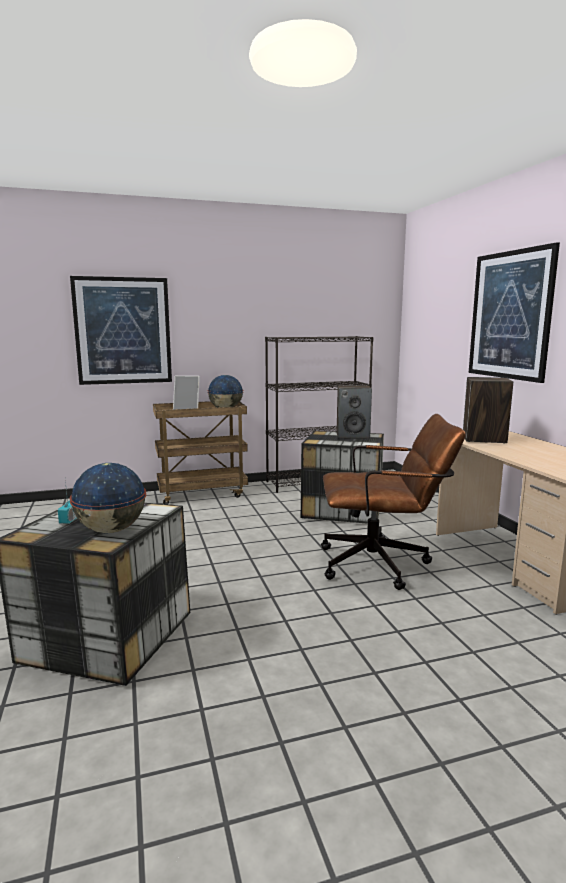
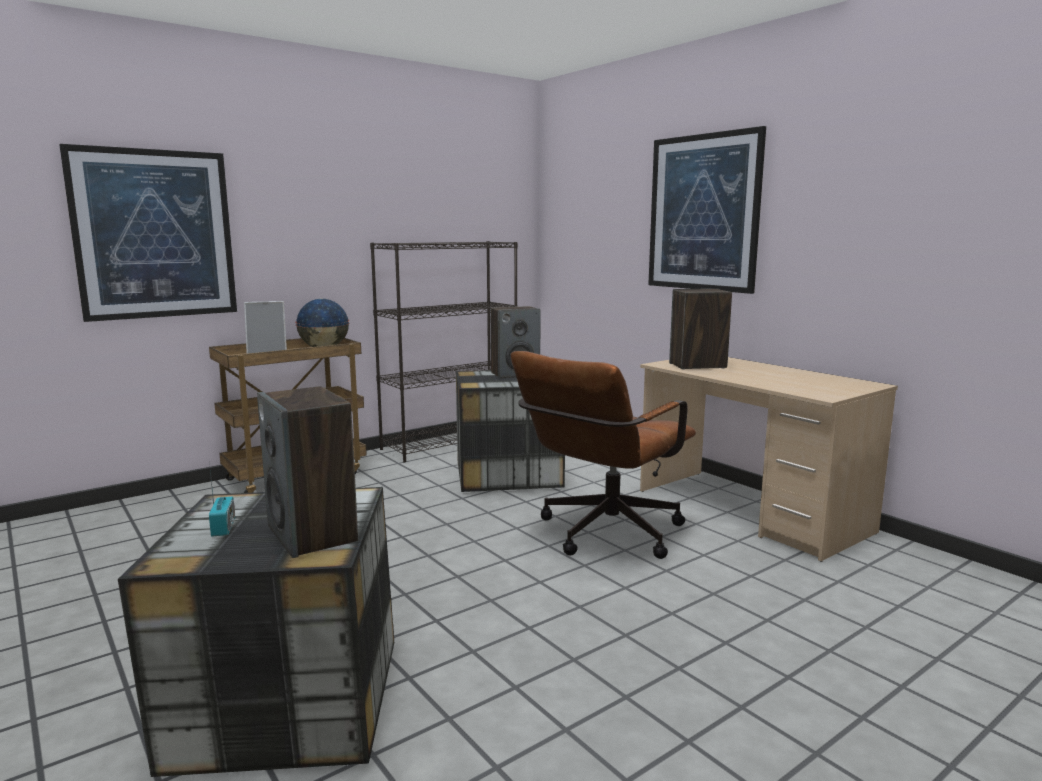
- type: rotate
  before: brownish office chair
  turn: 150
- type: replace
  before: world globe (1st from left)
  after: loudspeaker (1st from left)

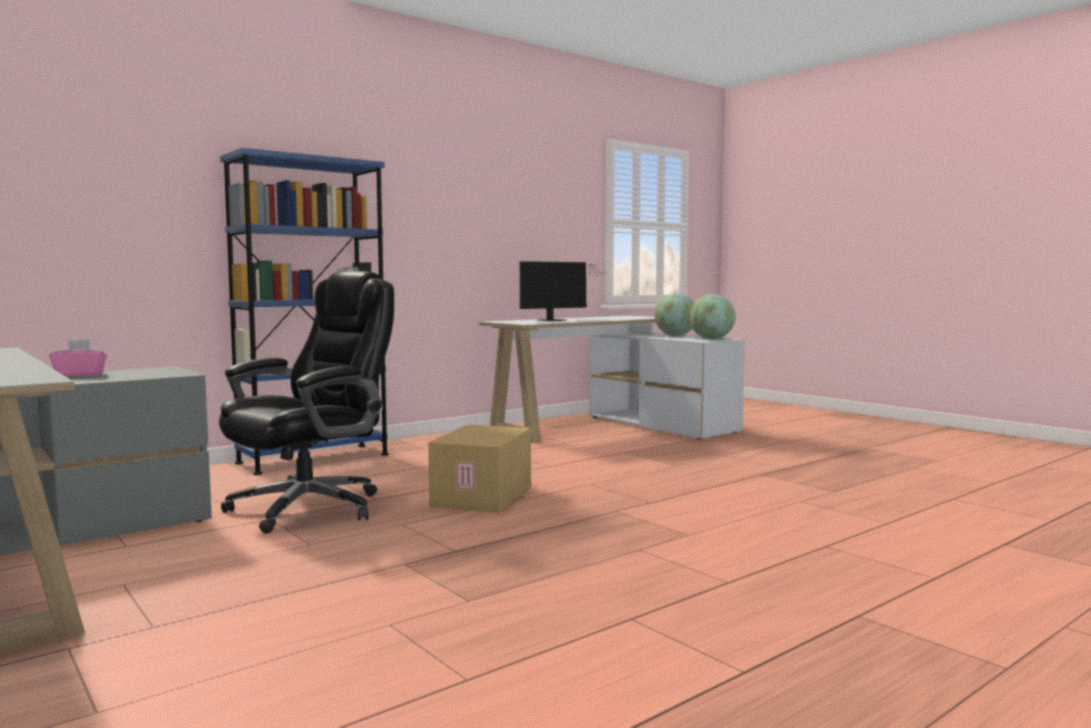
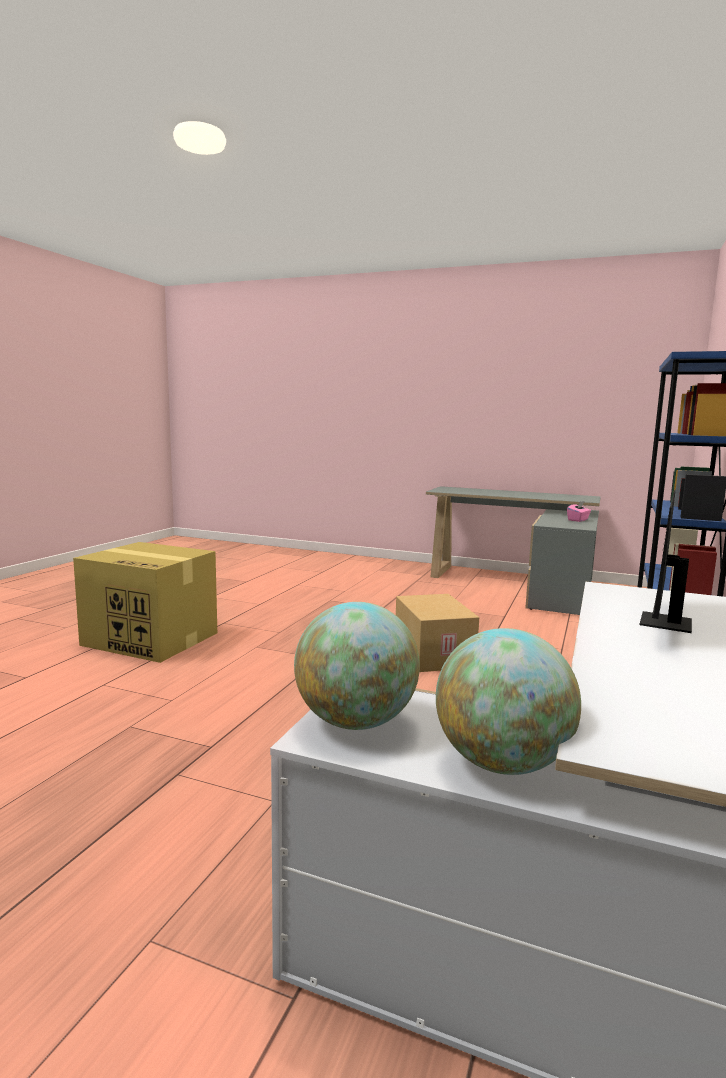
- type: delete
  before: black-coloured office chair
- type: insert
  after: packing box (1st from left)

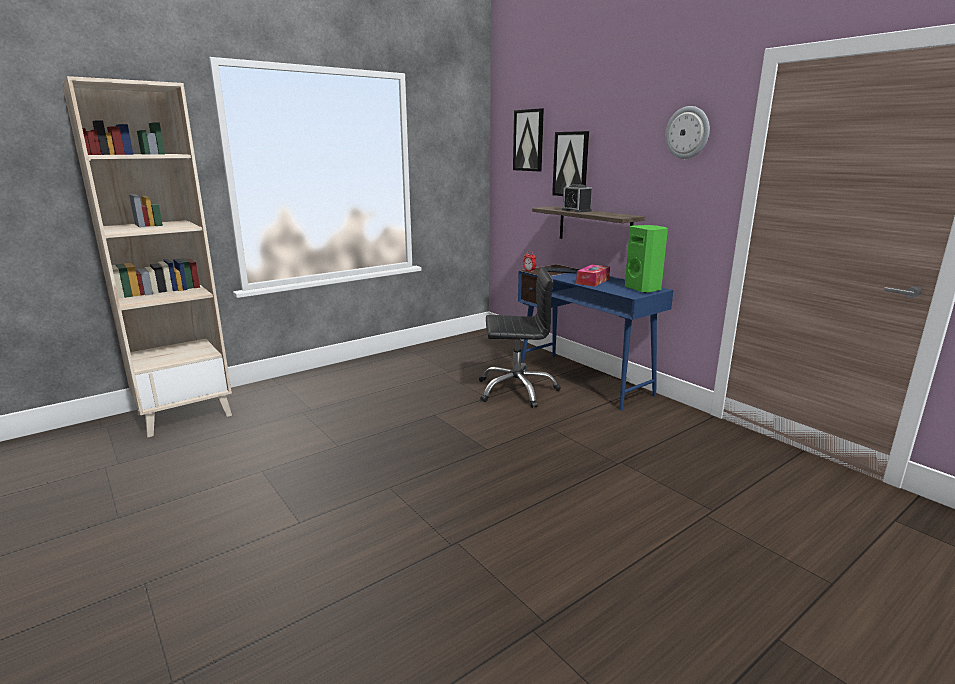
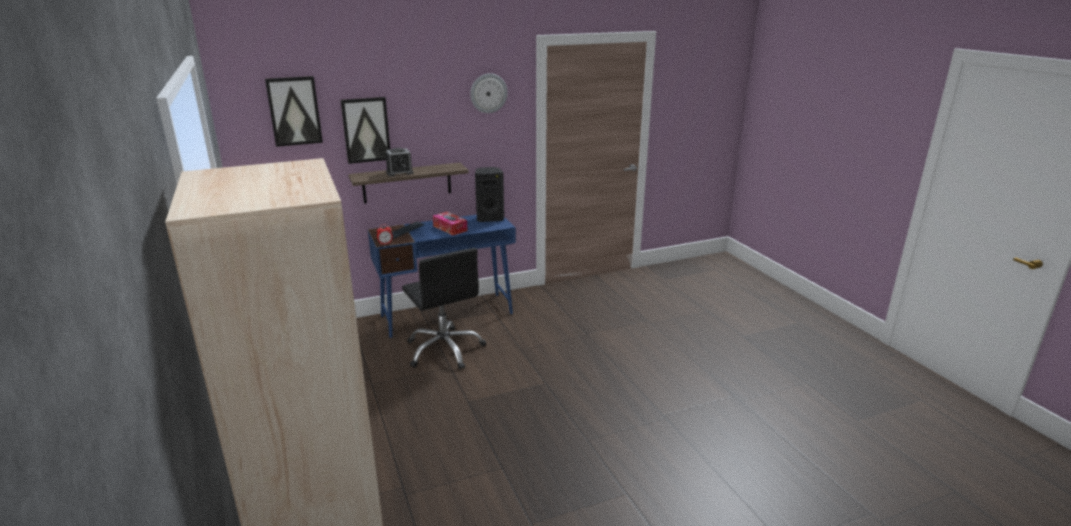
- type: recolor
  before: green-coloured loudspeaker
  after: black-coloured loudspeaker
- type: rotate
  before: black-coloured office chair
  turn: 135

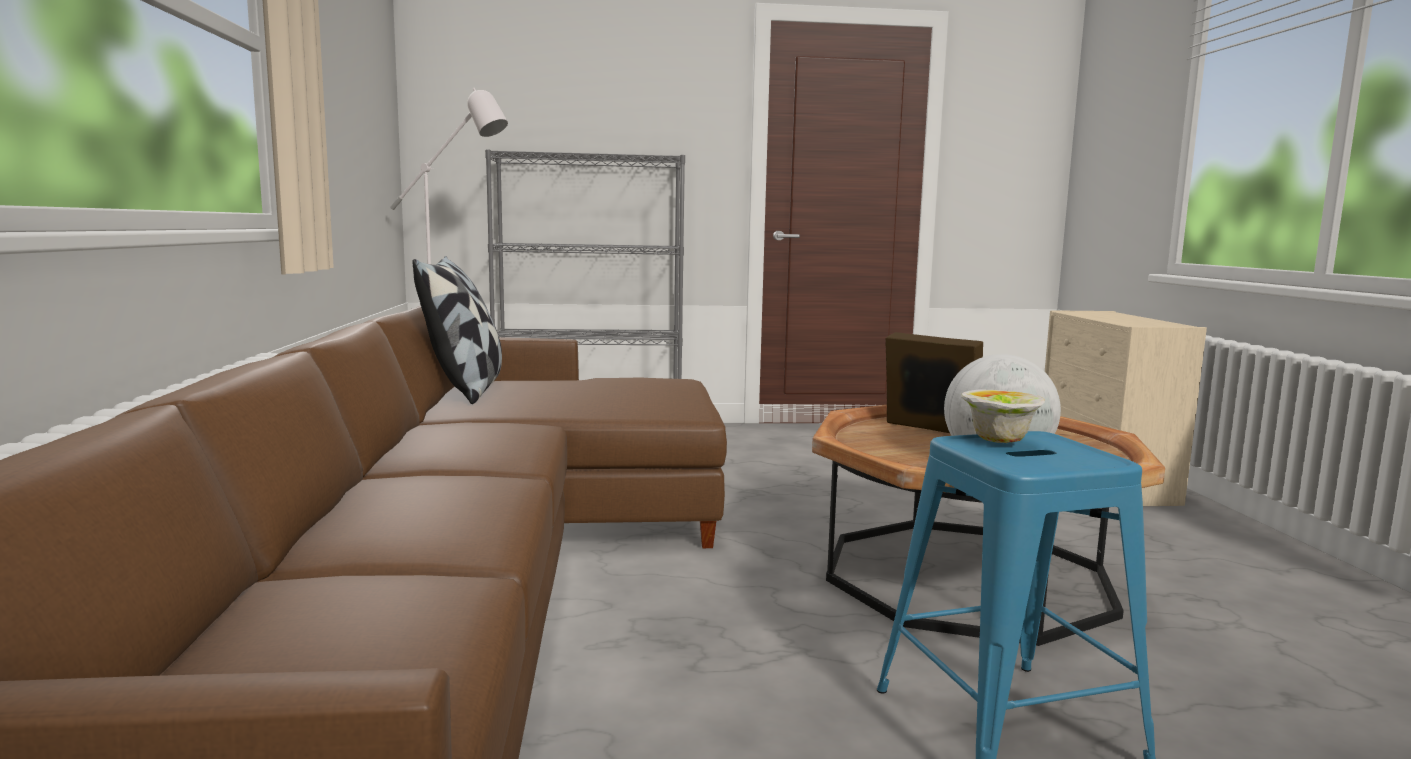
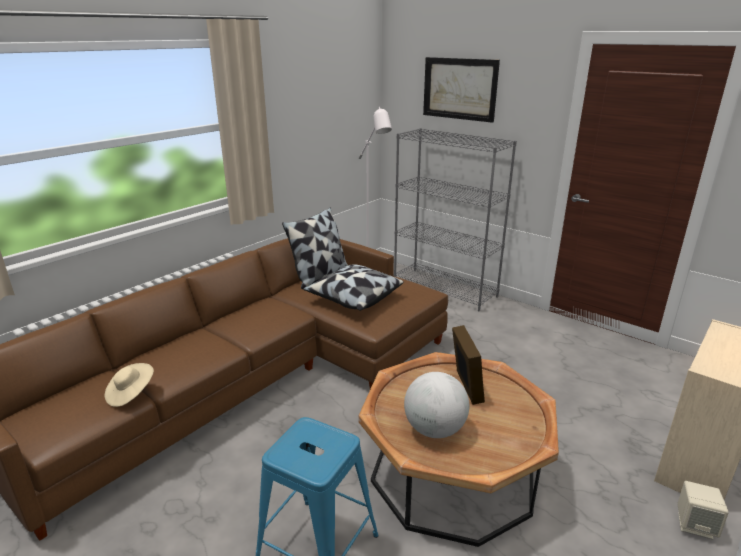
- type: delete
  before: serving bowl
- type: insert
  after: wall art
- type: insert
  after: cushion (2nd from left)
- type: insert
  after: beige-coloured clothing hat
- type: insert
  after: beige-coloured loudspeaker

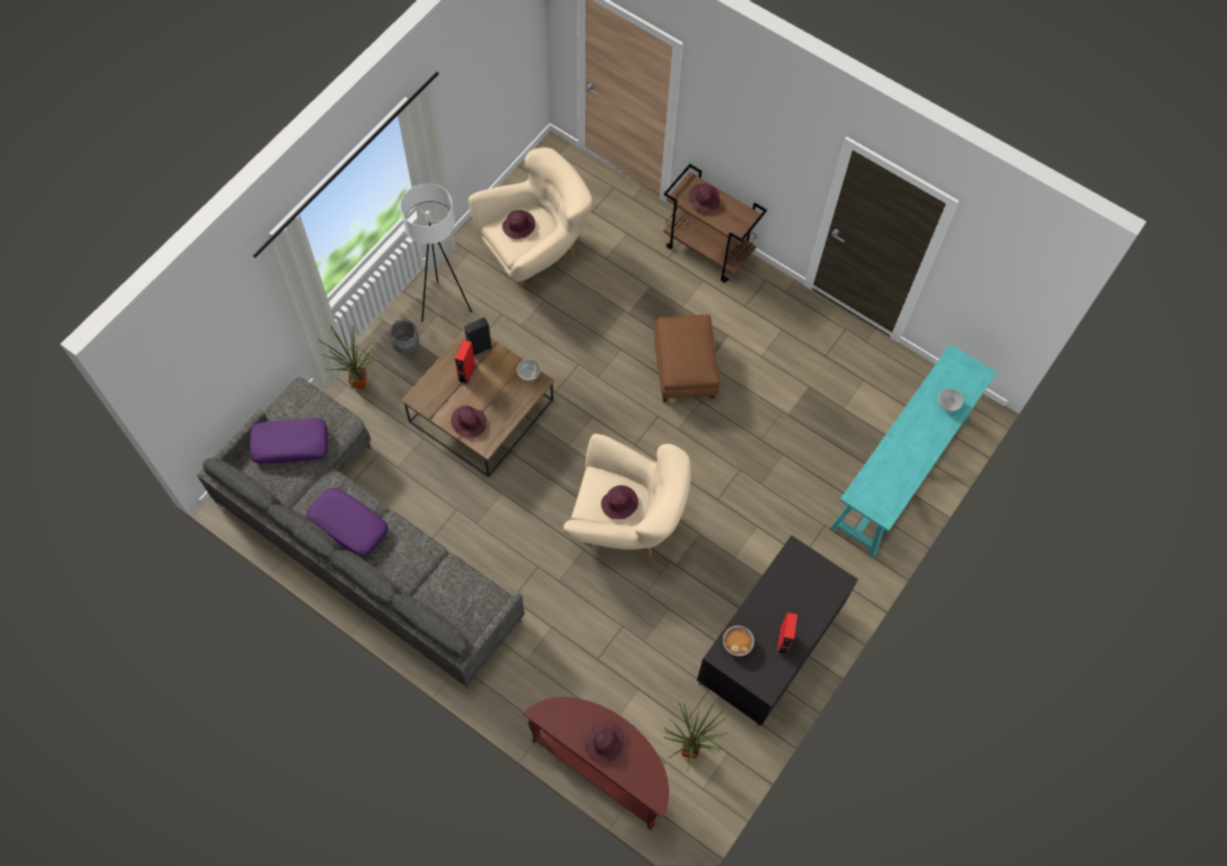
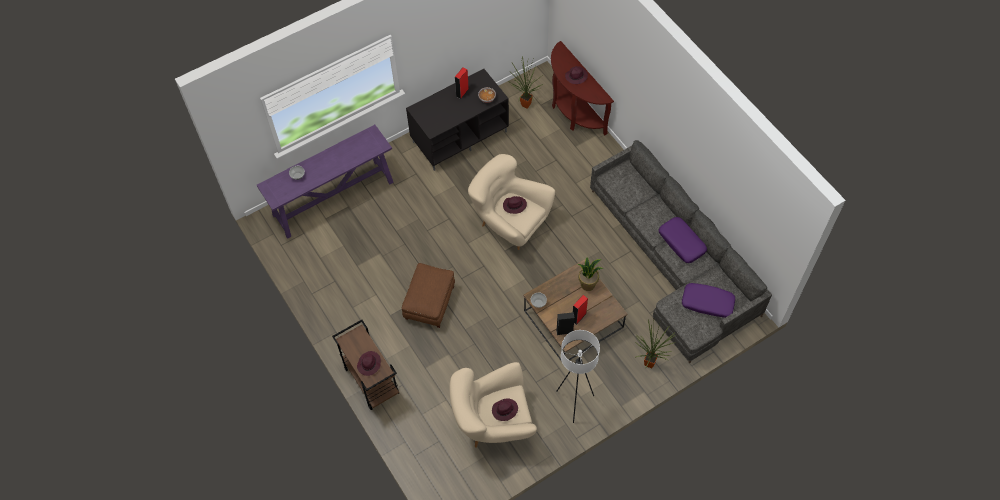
- type: delete
  before: gray plant pot
- type: recolor
  before: turquoise hall table
  after: purple-coloured hall table
- type: replace
  before: purple-coloured clothing hat (1st from left)
  after: potted plant (2nd from left)

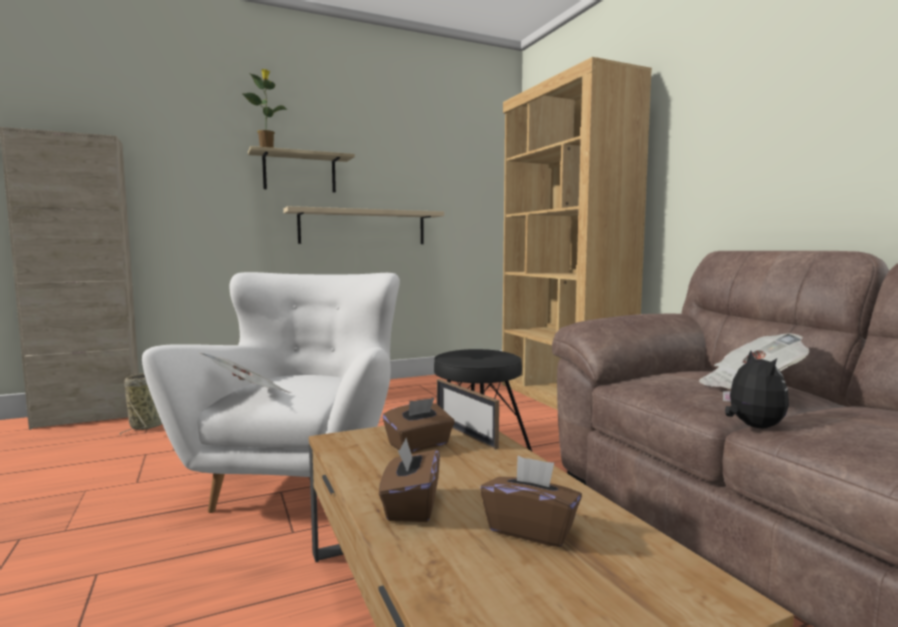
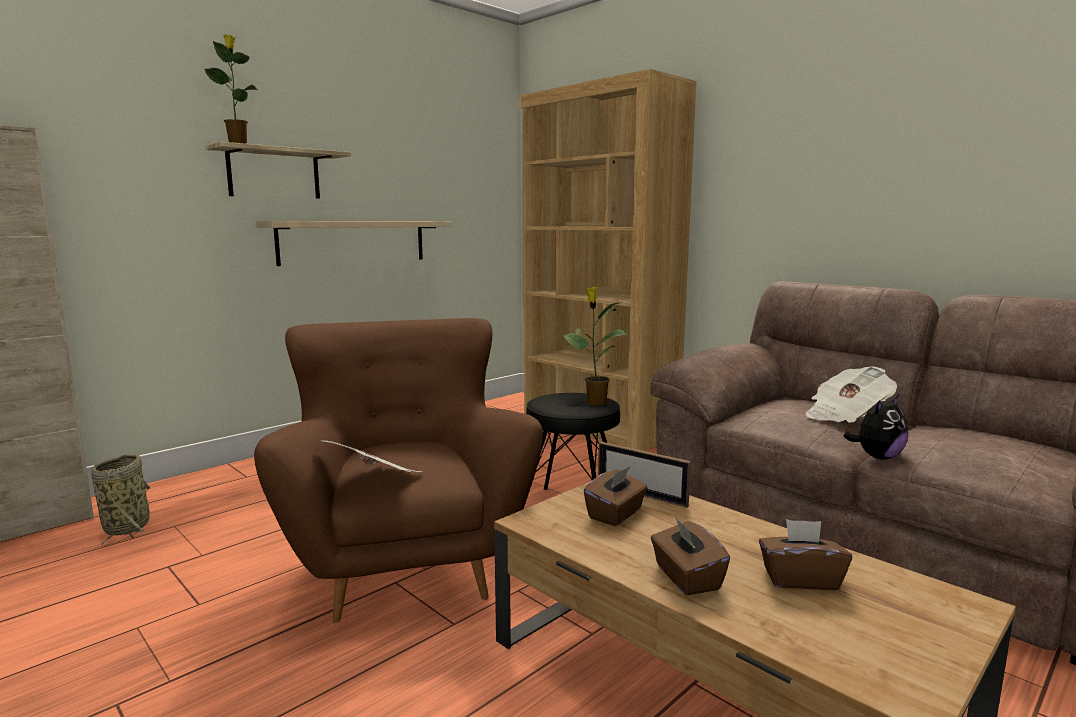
- type: recolor
  before: white-coloured lounge chair
  after: brownish lounge chair
- type: rotate
  before: soft toy
  turn: 75
- type: insert
  after: potted plant (2nd from left)

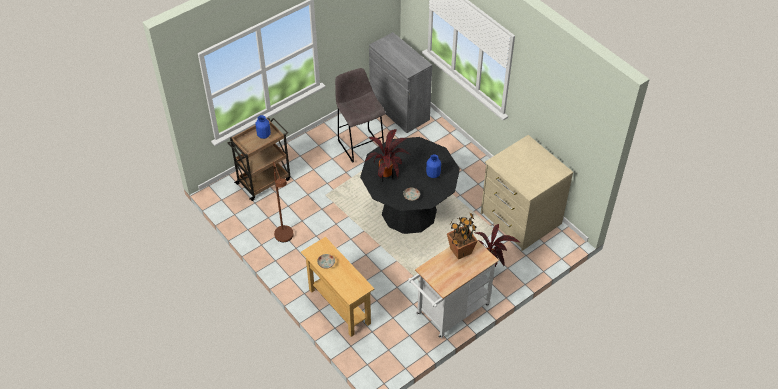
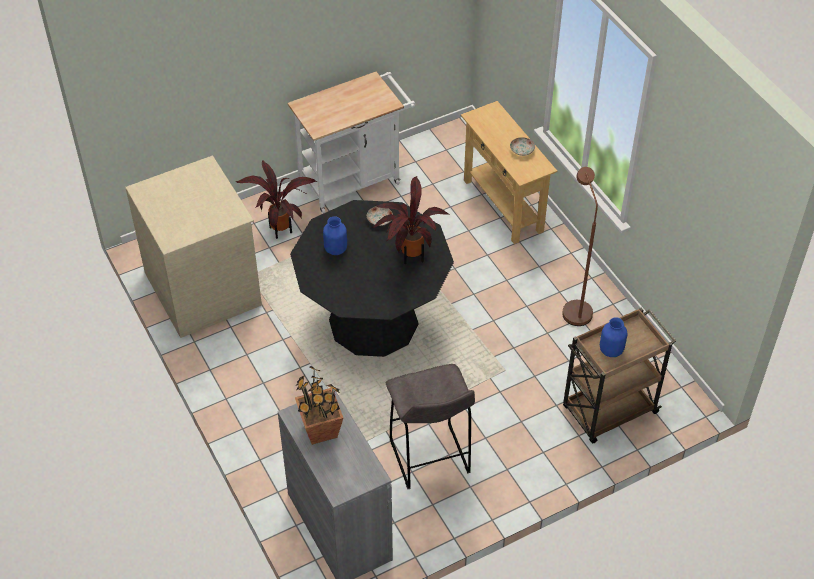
- type: move
  before: potted plant (2nd from left)

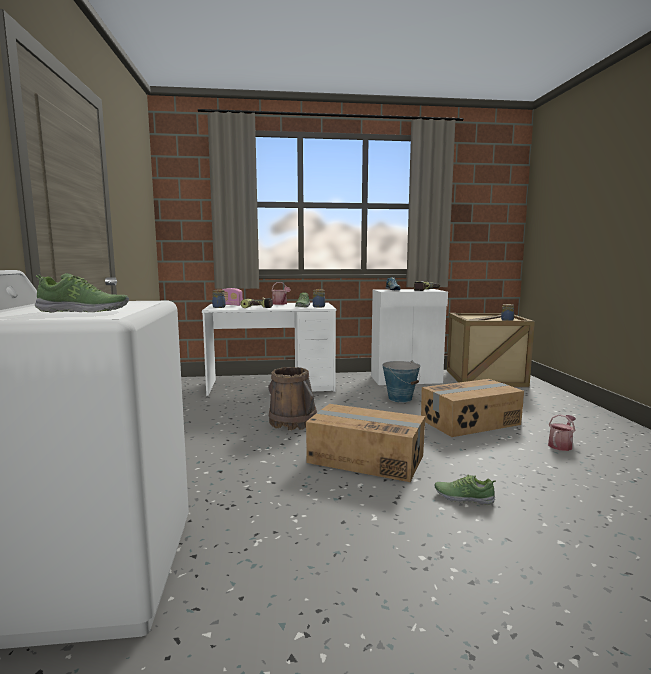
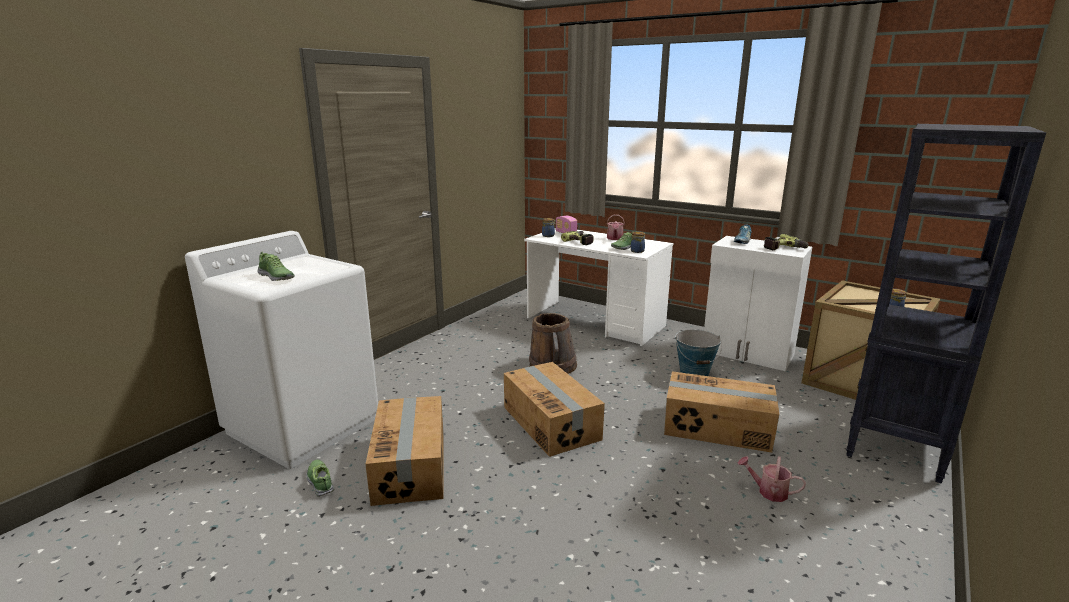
- type: rotate
  before: watering pot (2nd from left)
  turn: -150
- type: move
  before: low shoe (4th from left in the first image)
  after: low shoe (2nd from left)
- type: insert
  after: black-coloured bookshelf
- type: insert
  after: packing box (1st from left)

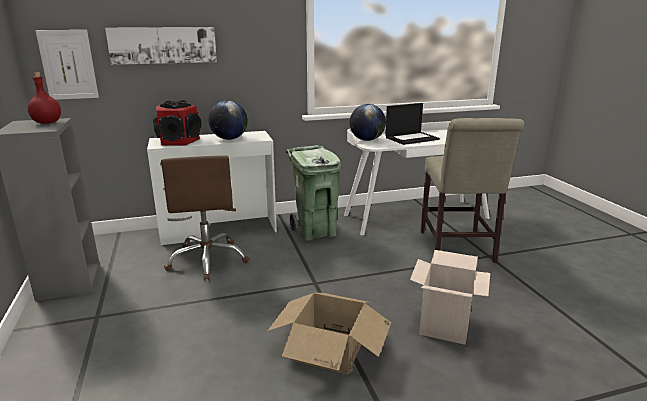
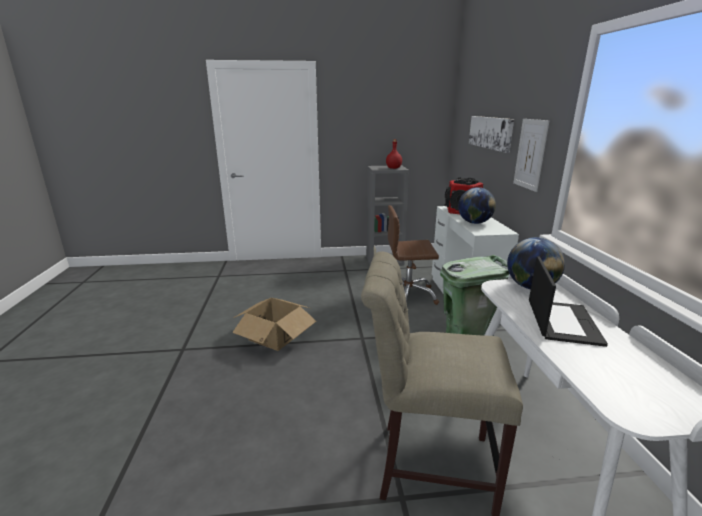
- type: move
  before: wall art (1st from left in the first image)
  after: wall art (2nd from left)
- type: rotate
  before: notebook computer
  turn: -150
- type: delete
  before: packing box (2nd from left)

